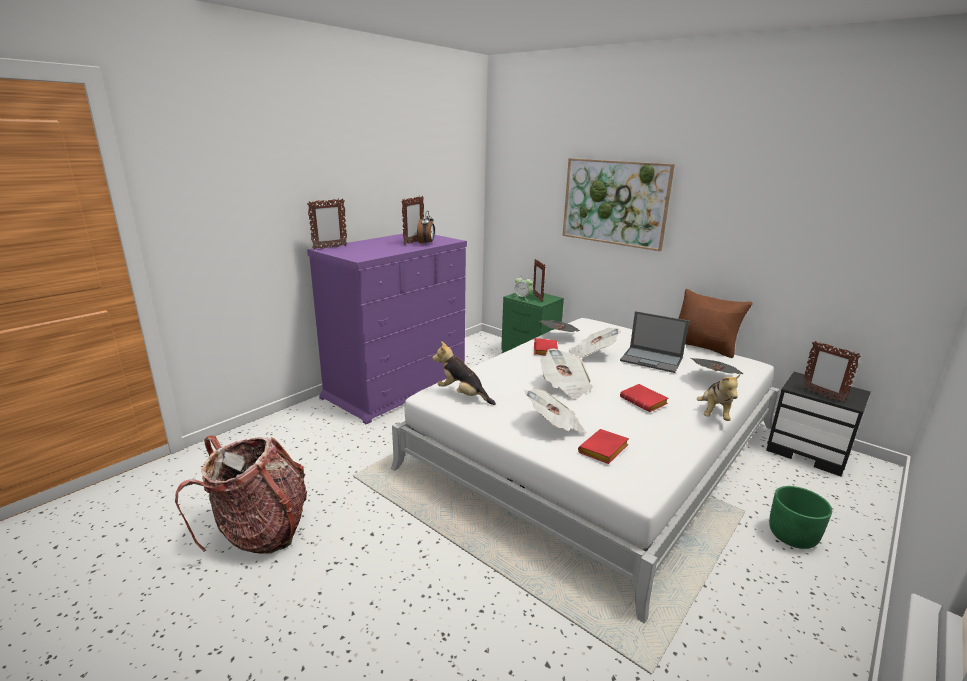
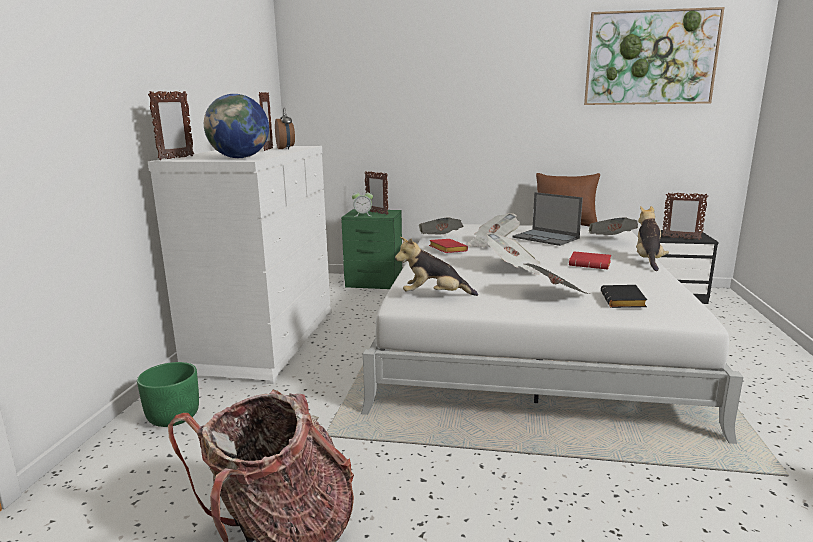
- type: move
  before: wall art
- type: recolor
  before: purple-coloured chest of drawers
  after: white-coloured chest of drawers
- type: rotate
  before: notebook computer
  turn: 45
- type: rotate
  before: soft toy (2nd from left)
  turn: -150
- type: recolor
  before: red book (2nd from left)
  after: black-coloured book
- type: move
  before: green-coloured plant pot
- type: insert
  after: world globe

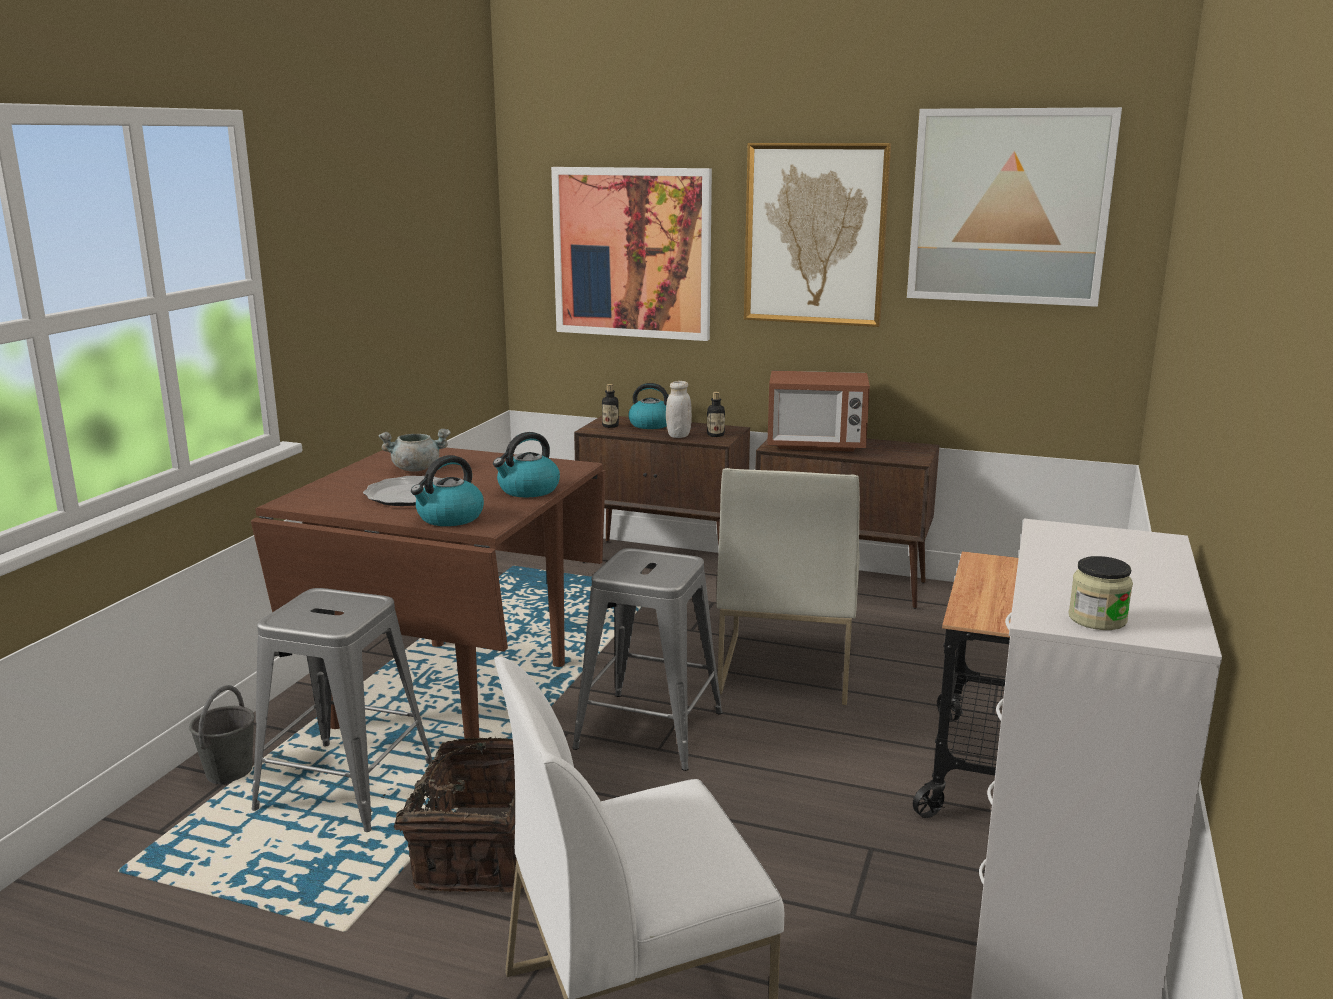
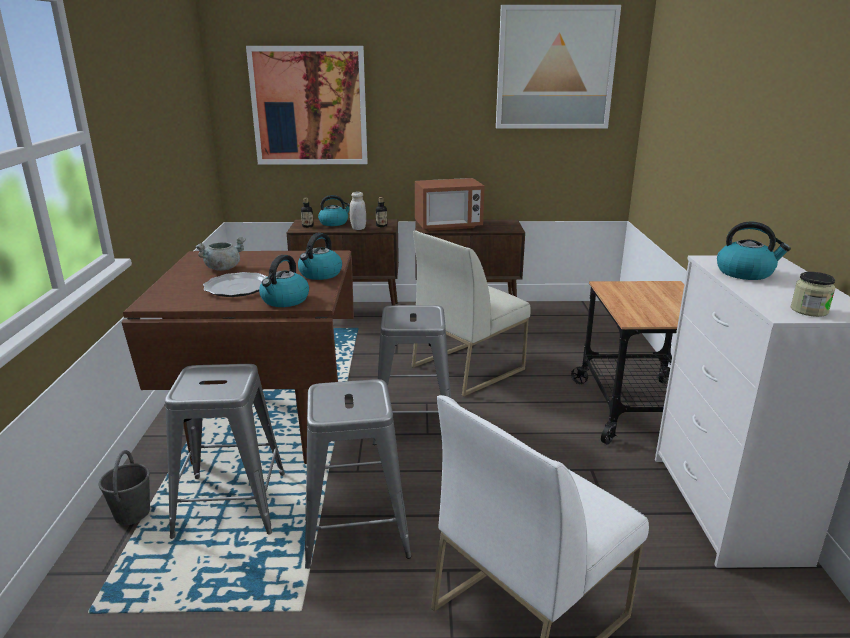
- type: delete
  before: wall art (2nd from left)
- type: rotate
  before: white-coloured chair (2nd from left in the first image)
  turn: 60
- type: replace
  before: basket
  after: gray stool (2nd from left)
- type: insert
  after: tea kettle (4th from left)

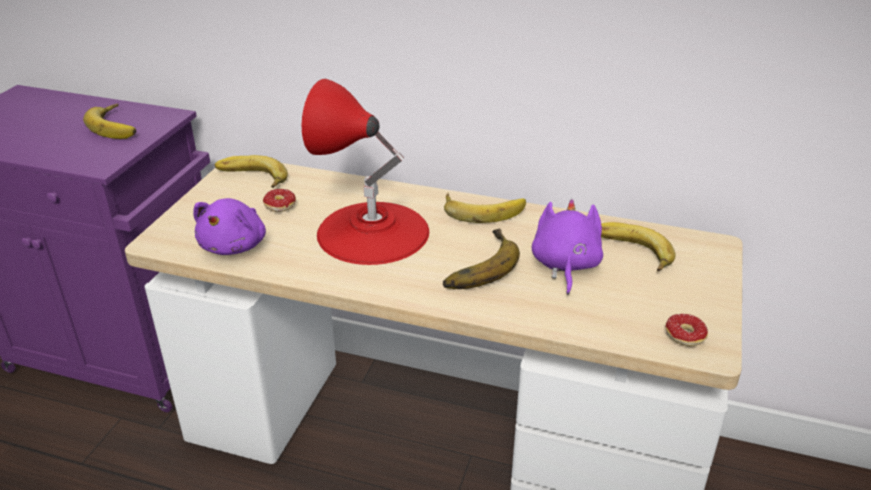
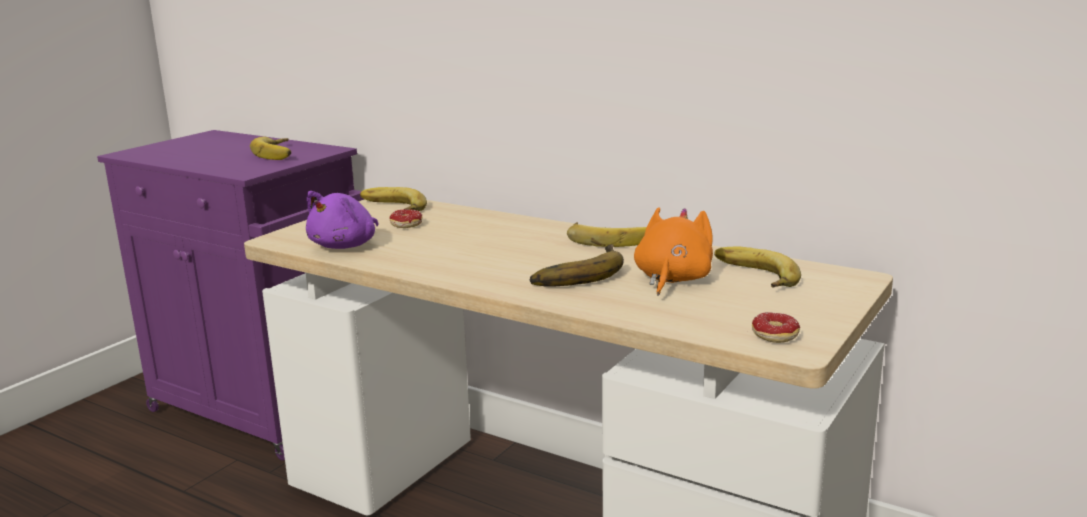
- type: delete
  before: red table lamp
- type: recolor
  before: purple-coloured soft toy (2nd from left)
  after: orange-coloured soft toy

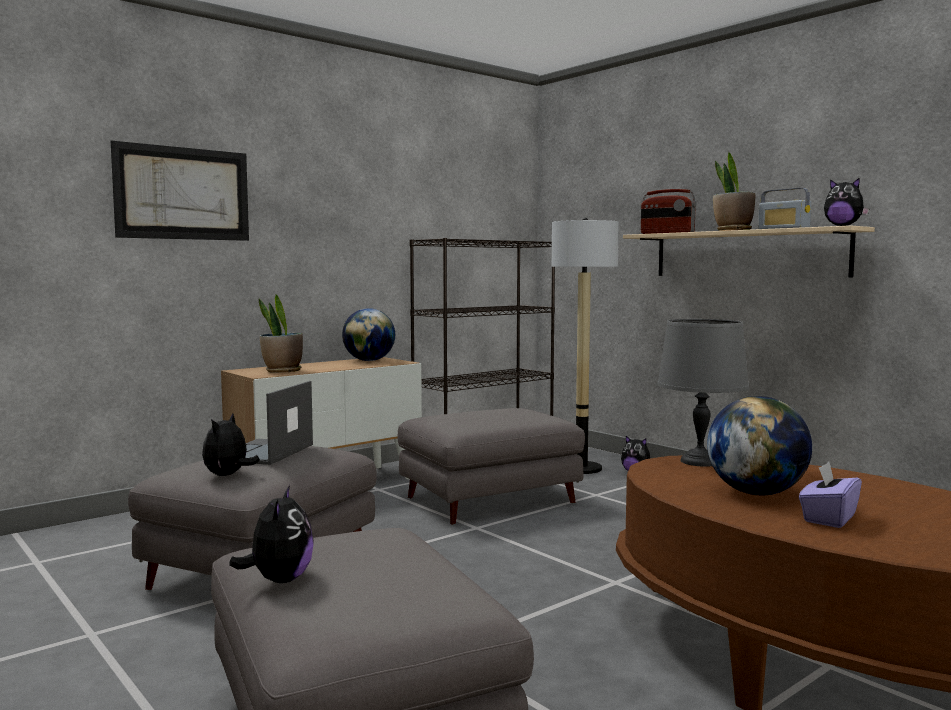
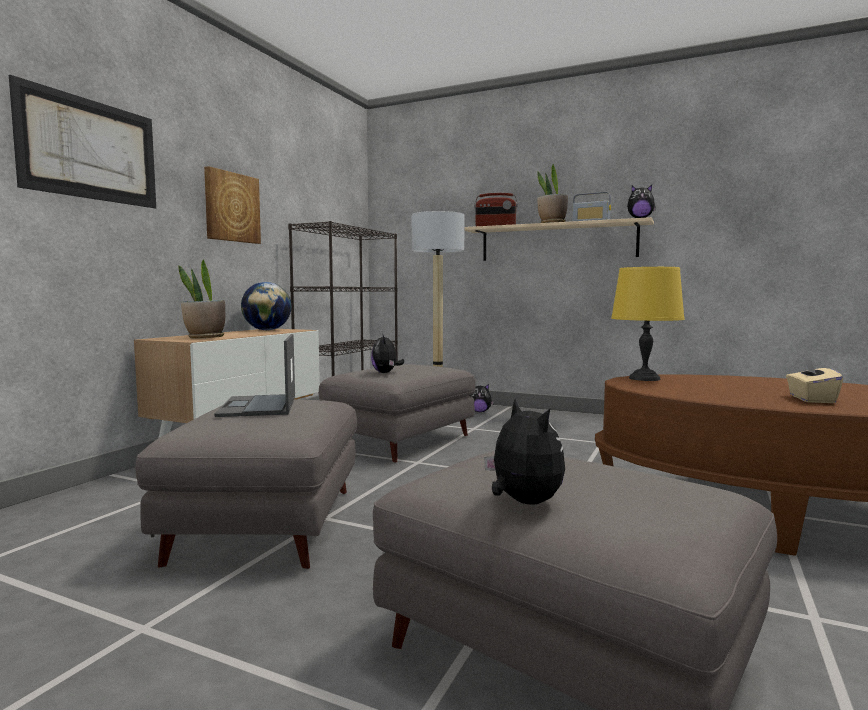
- type: recolor
  before: gray table lamp
  after: yellow table lamp
- type: delete
  before: world globe (2nd from left)
- type: move
  before: soft toy (1st from left)
- type: recolor
  before: purple-coloured tissue holder
  after: beige-coloured tissue holder
- type: insert
  after: wall art (2nd from left)

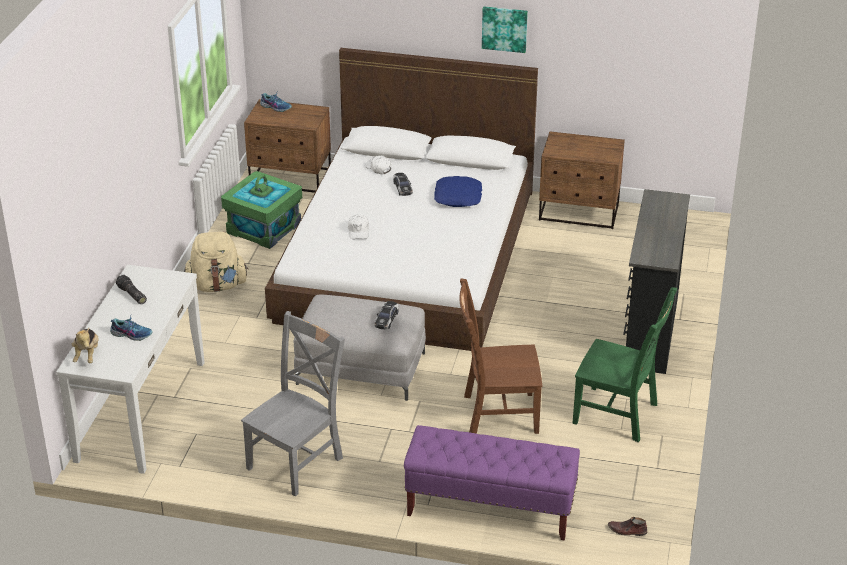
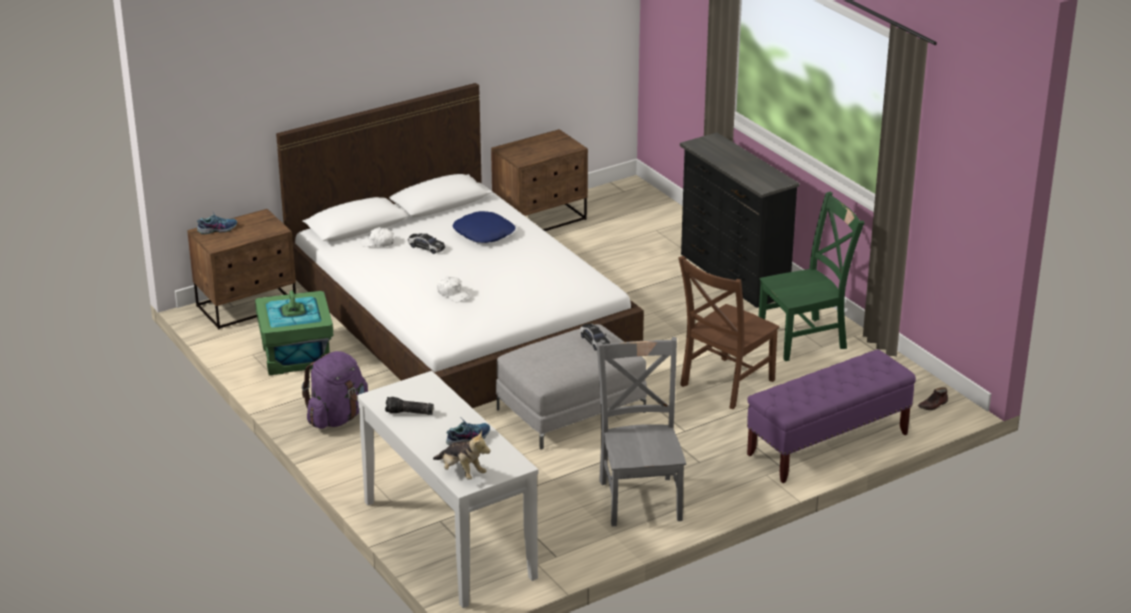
- type: delete
  before: wall art
- type: recolor
  before: beige-coloured rucksack
  after: purple-coloured rucksack

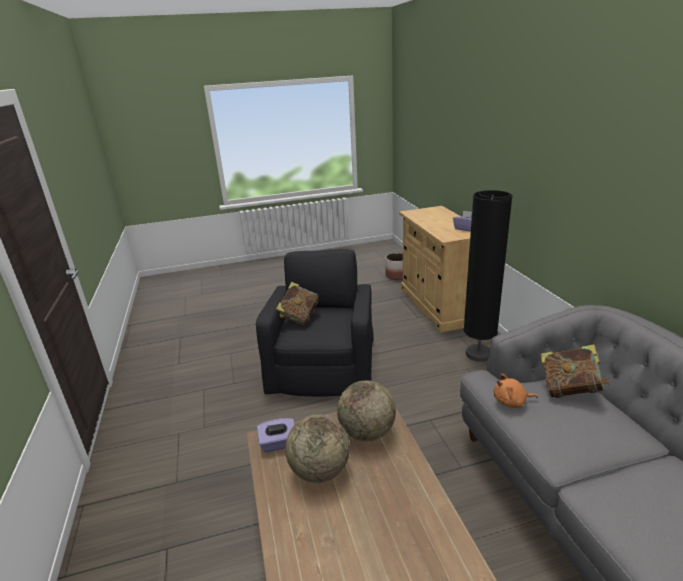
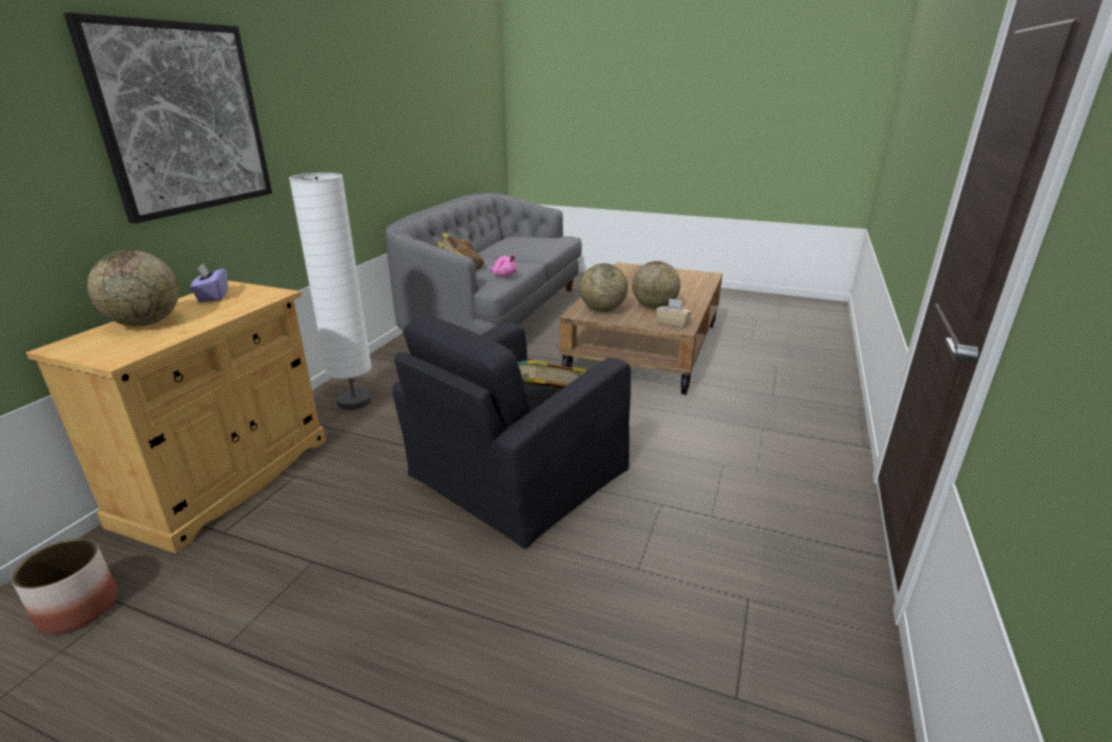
- type: recolor
  before: black-coloured standing lamp
  after: white-coloured standing lamp
- type: recolor
  before: orange-coloured soft toy
  after: pink-coloured soft toy
- type: recolor
  before: purple-coloured tissue holder (1st from left)
  after: beige-coloured tissue holder
- type: insert
  after: wall art
- type: insert
  after: world globe (1st from left)

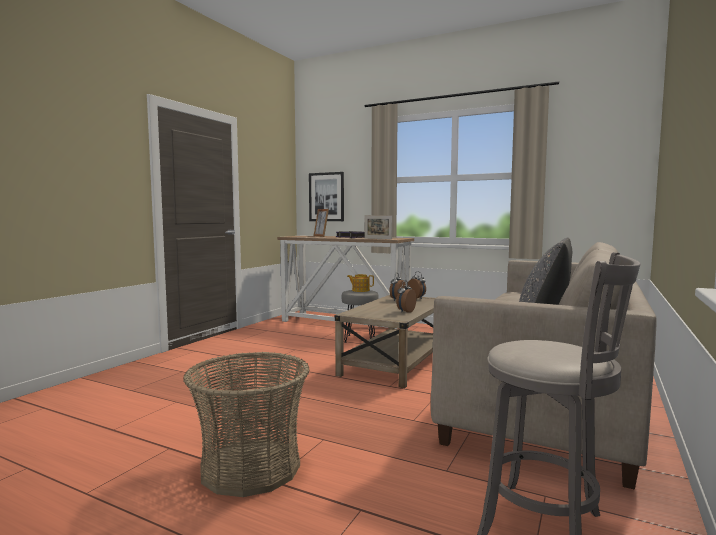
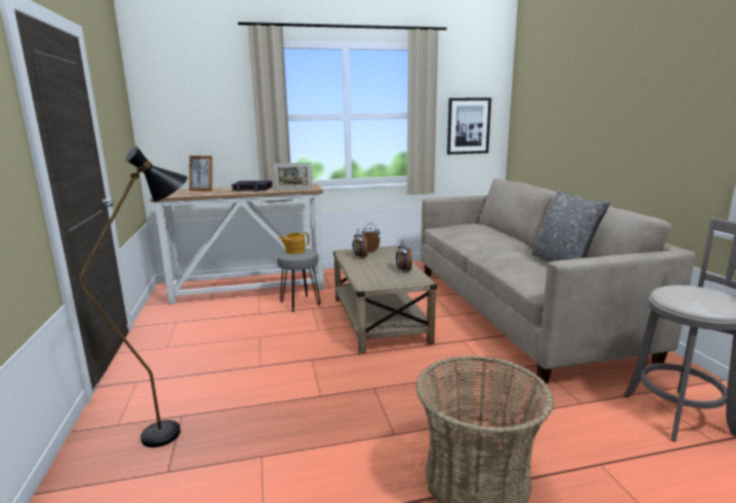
- type: move
  before: wall art
- type: insert
  after: black-coloured standing lamp

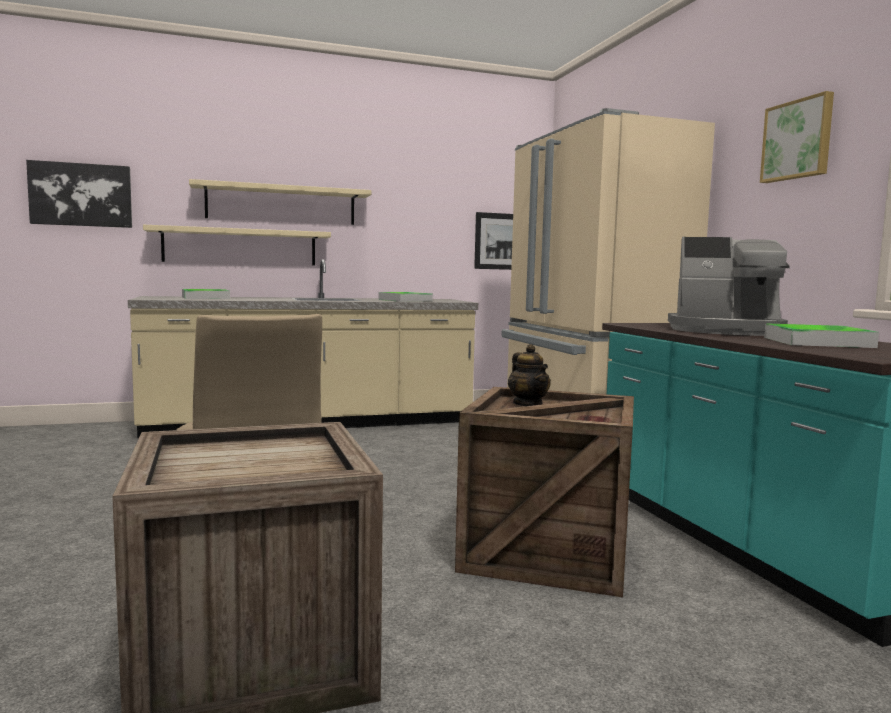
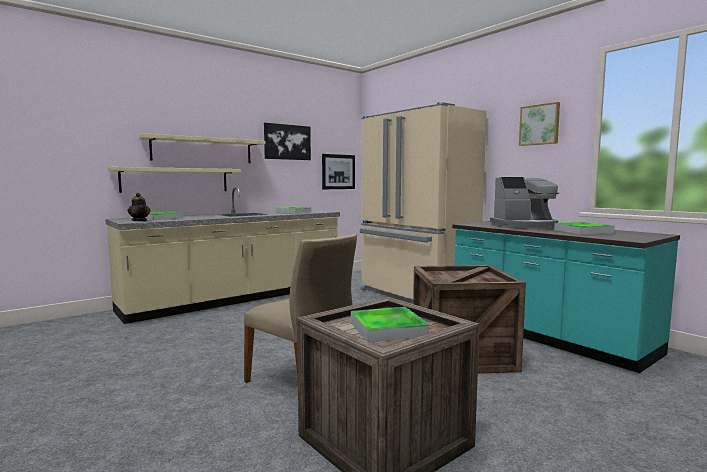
- type: move
  before: wall art (1st from left)
- type: move
  before: teapot
- type: insert
  after: tray (3rd from left)

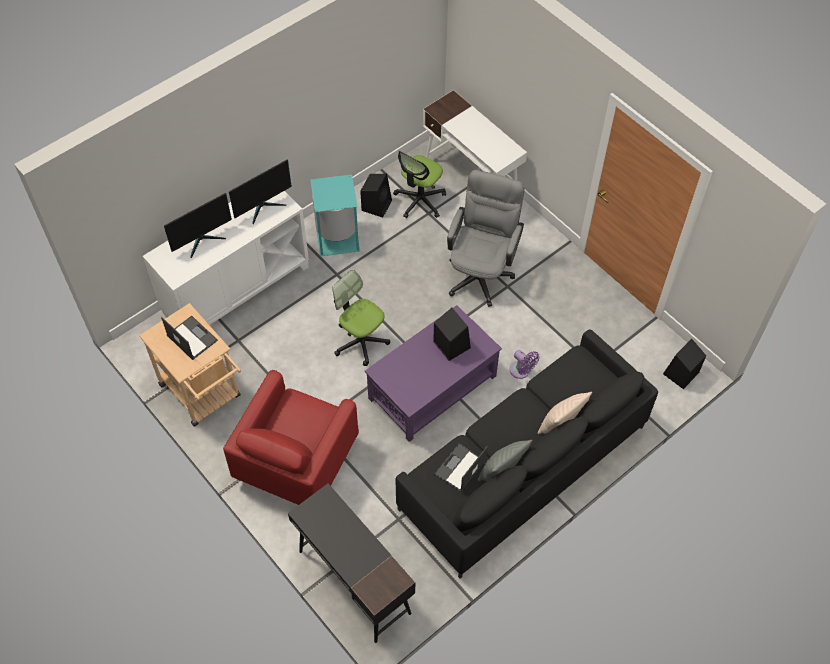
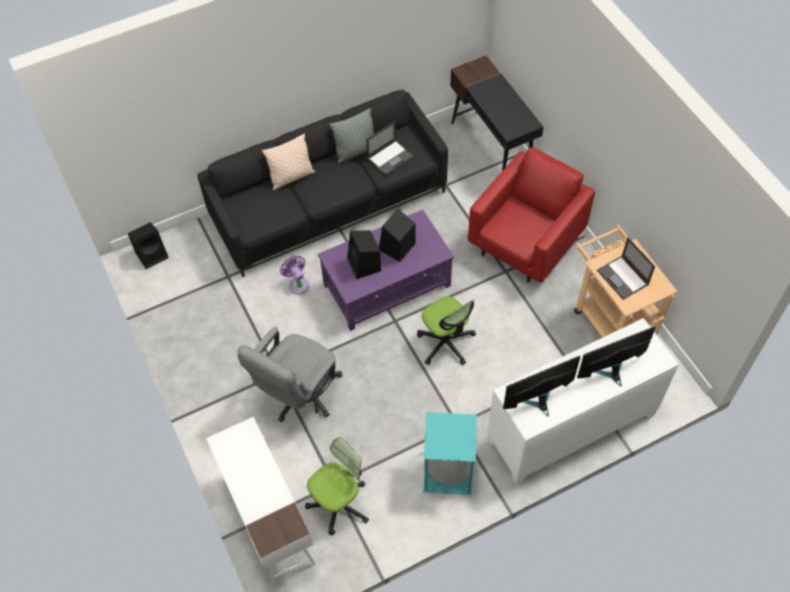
- type: move
  before: black-coloured loudspeaker (1st from left in the first image)
  after: black-coloured loudspeaker (3rd from left)

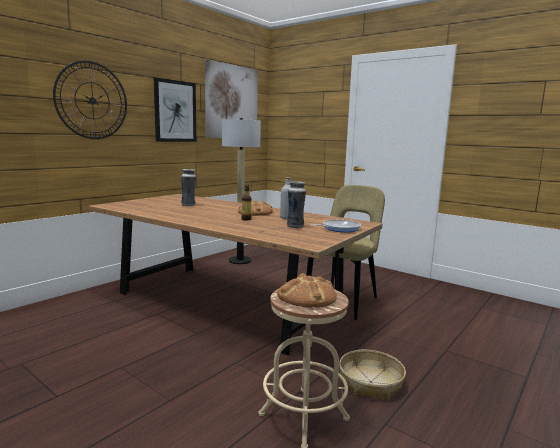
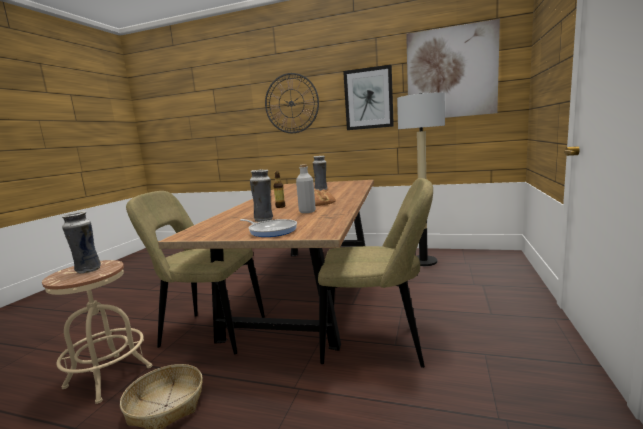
- type: replace
  before: bakery bread (2nd from left)
  after: vase (1st from left)
- type: insert
  after: beige-coloured chair (1st from left)

